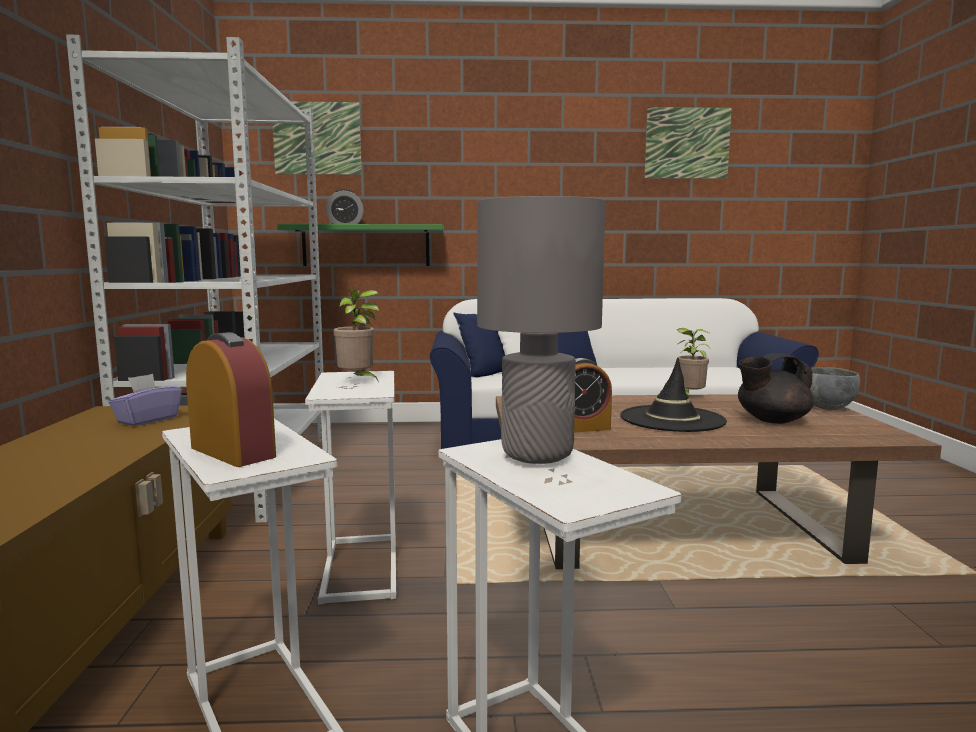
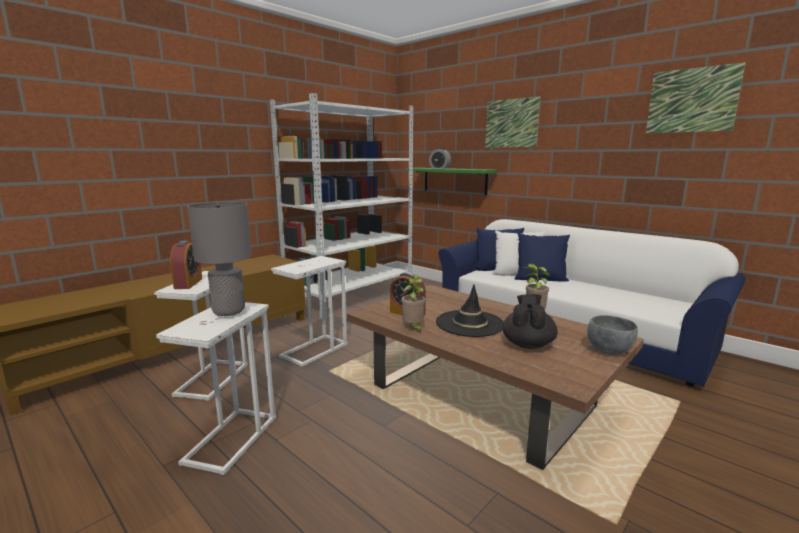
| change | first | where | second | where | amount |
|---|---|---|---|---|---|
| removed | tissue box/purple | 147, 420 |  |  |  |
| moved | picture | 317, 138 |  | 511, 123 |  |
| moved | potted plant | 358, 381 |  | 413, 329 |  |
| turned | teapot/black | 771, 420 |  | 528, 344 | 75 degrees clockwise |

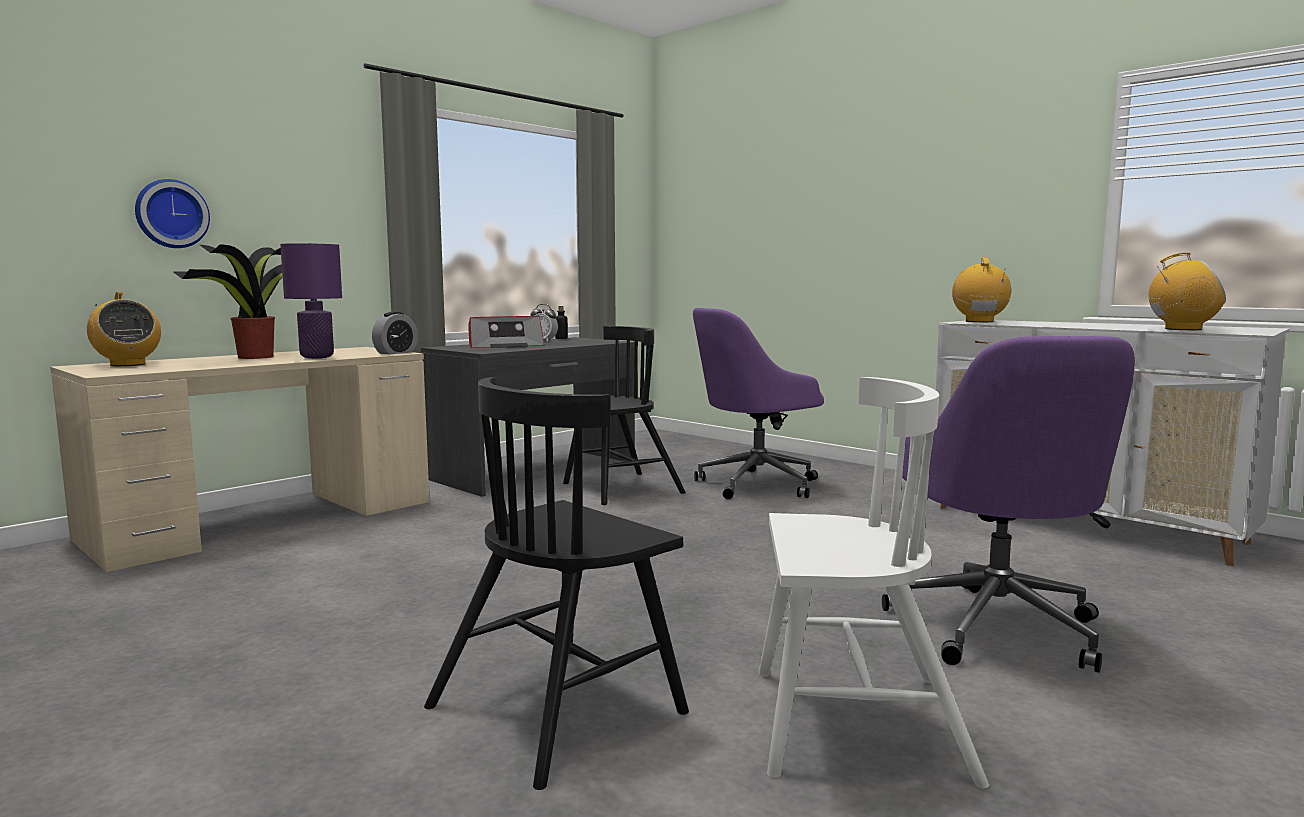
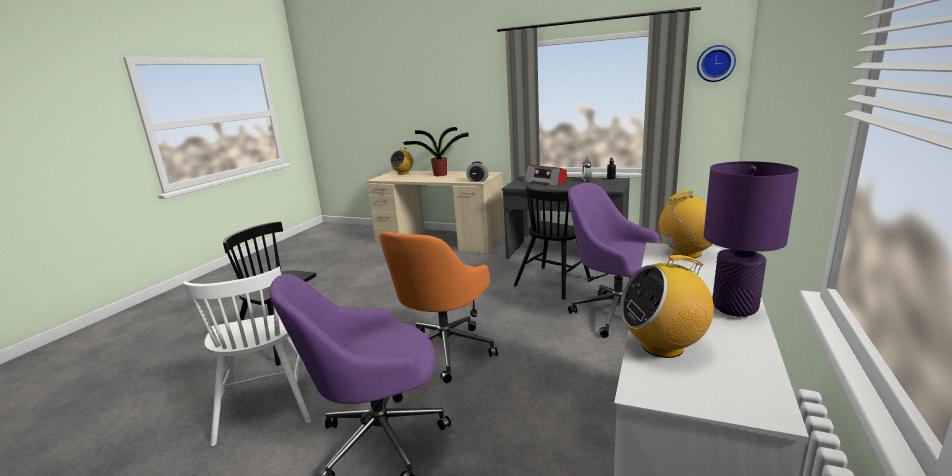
| change | first | where | second | where | amount |
|---|---|---|---|---|---|
| added |  |  | office chair/orange | 446, 352 |  |
| moved | wall clock | 171, 214 |  | 715, 63 |  |
| moved | table lamp/purple | 317, 358 |  | 735, 310 |  |
| turned | chair/black | 616, 489 |  | 554, 280 | 90 degrees clockwise |
| turned | radio | 1182, 329 |  | 663, 346 | 90 degrees clockwise |

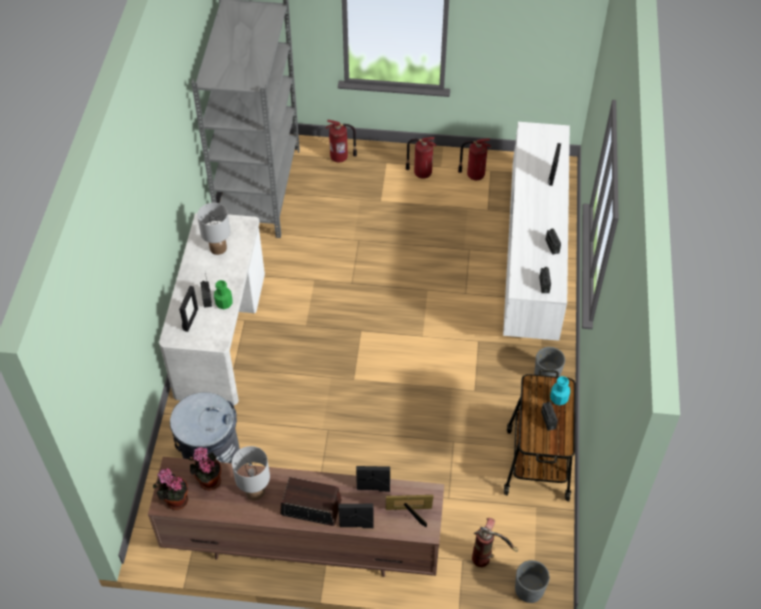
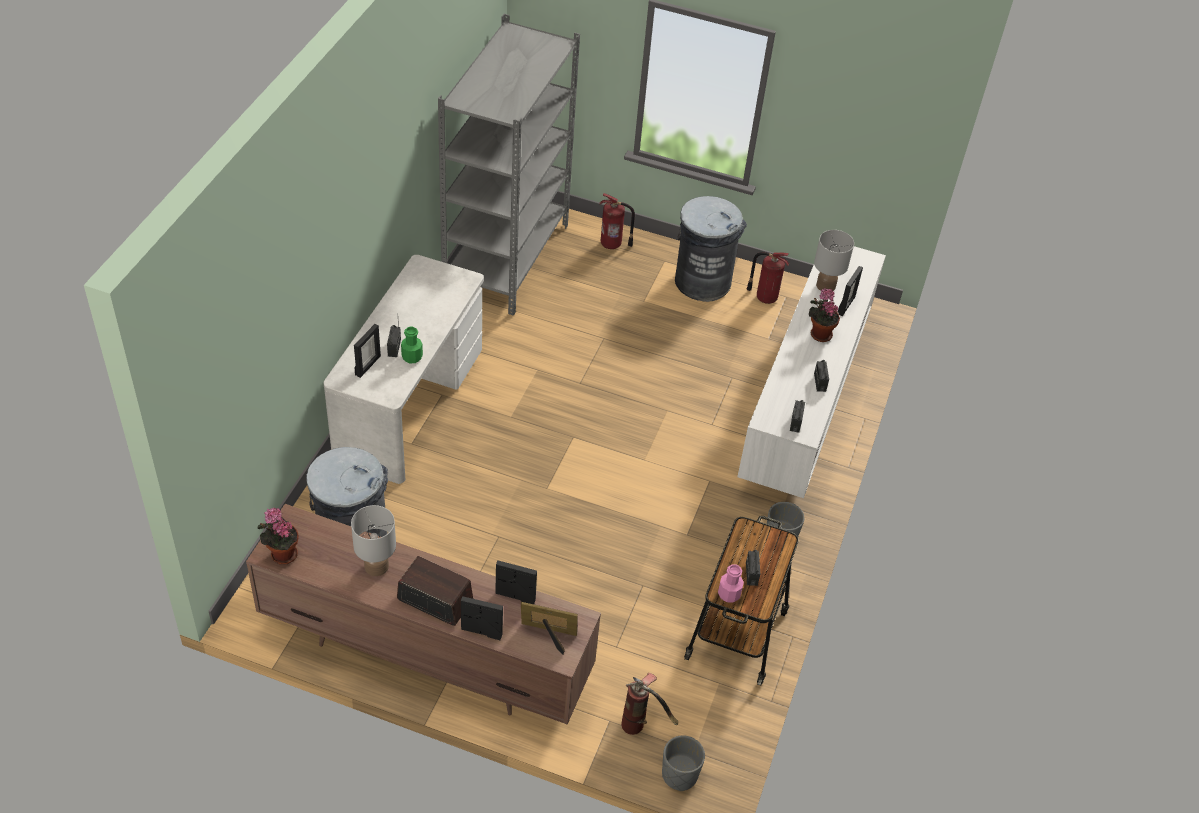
| change | first | where | second | where | amount |
|---|---|---|---|---|---|
| removed | bottle/turquoise | 559, 398 |  |  |  |
| added |  |  | bottle/pink | 729, 594 |  |
| moved | potted plant | 208, 480 |  | 819, 333 |  |
| moved | table lamp/grey | 218, 248 |  | 825, 285 |  |
| replaced | fire extinguisher | 421, 173 | trash can/grey | 702, 281 |  |

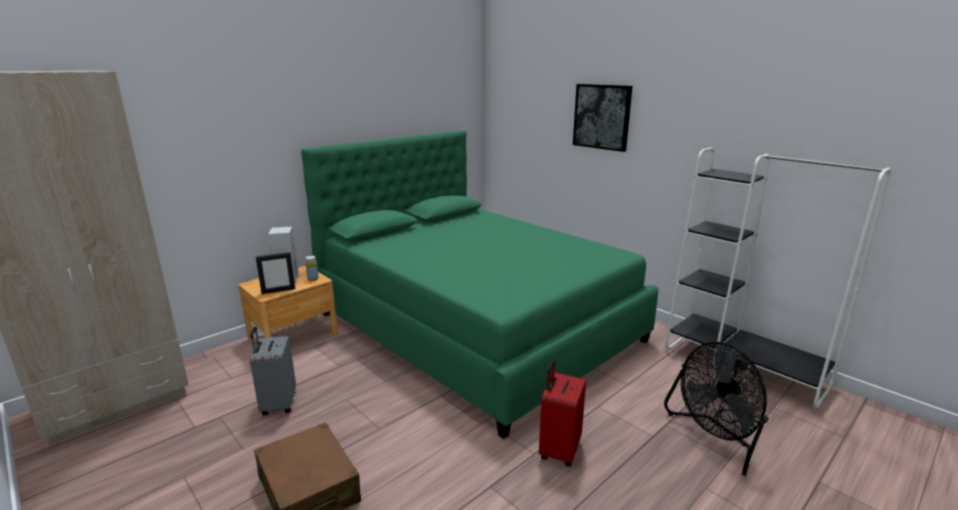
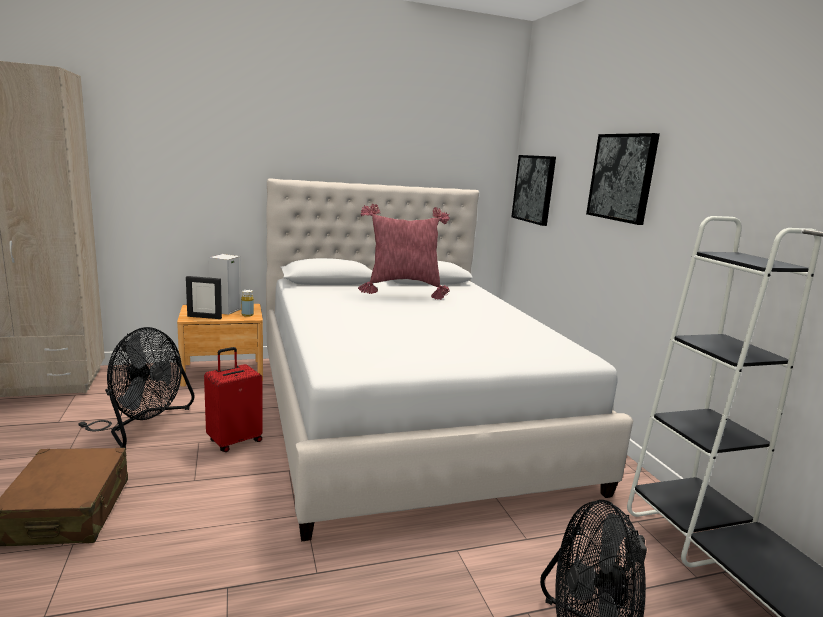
| change | first | where | second | where | amount |
|---|---|---|---|---|---|
| added |  |  | pillow/red | 402, 295 |  |
| added |  |  | picture | 534, 189 |  |
| moved | suitcase/red | 558, 450 |  | 234, 441 |  |
| replaced | suitcase/grey | 278, 404 | fan/black | 139, 426 |  |
| recoloured | bed/green | 477, 326 | bed/white | 406, 414 |  |

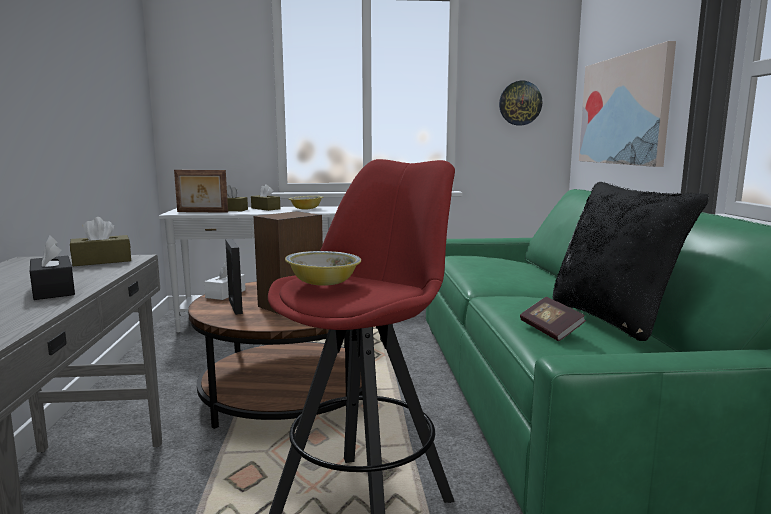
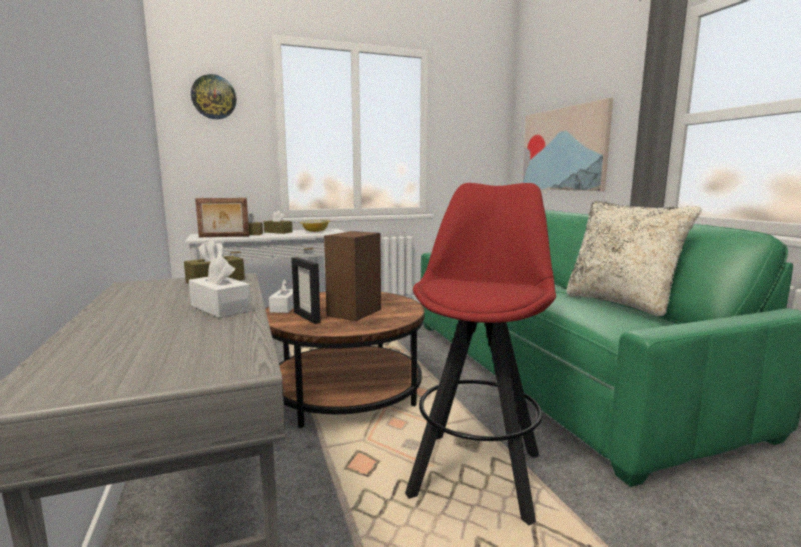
| change | first | where | second | where | amount |
|---|---|---|---|---|---|
| removed | bowl | 324, 283 |  |  |  |
| removed | book | 550, 330 |  |  |  |
| moved | wall clock | 520, 103 |  | 214, 97 |  |
| recoloured | tissue box/black | 53, 290 | tissue box/white | 220, 308 |  |
| recoloured | pillow/black | 611, 322 | pillow/beige | 620, 305 |  |

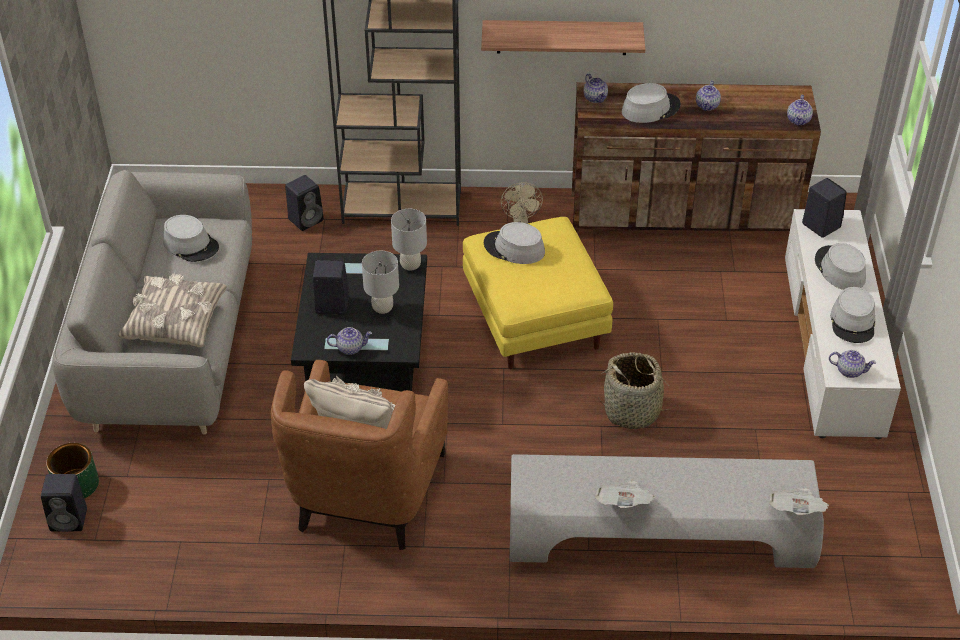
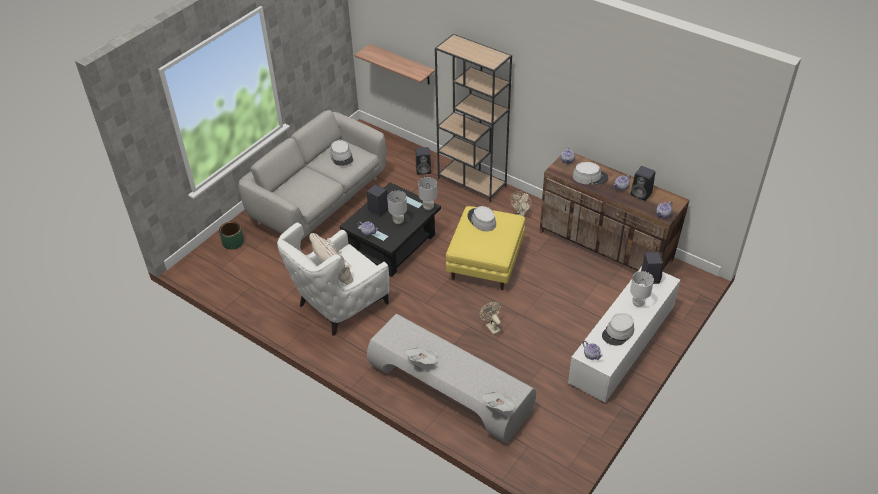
| change | first | where | second | where | amount |
|---|---|---|---|---|---|
| removed | pillow/beige | 176, 324 |  |  |  |
| moved | speaker/black | 70, 519 |  | 642, 194 |  |
| moved | shelf | 562, 37 |  | 402, 65 |  |
| replaced | basket | 632, 411 | fan/beige | 491, 327 |  |
| replaced | hat/grey | 839, 269 | table lamp/white | 637, 304 |  |
| recoloured | armchair/brown | 365, 497 | armchair/white | 338, 305 |  |

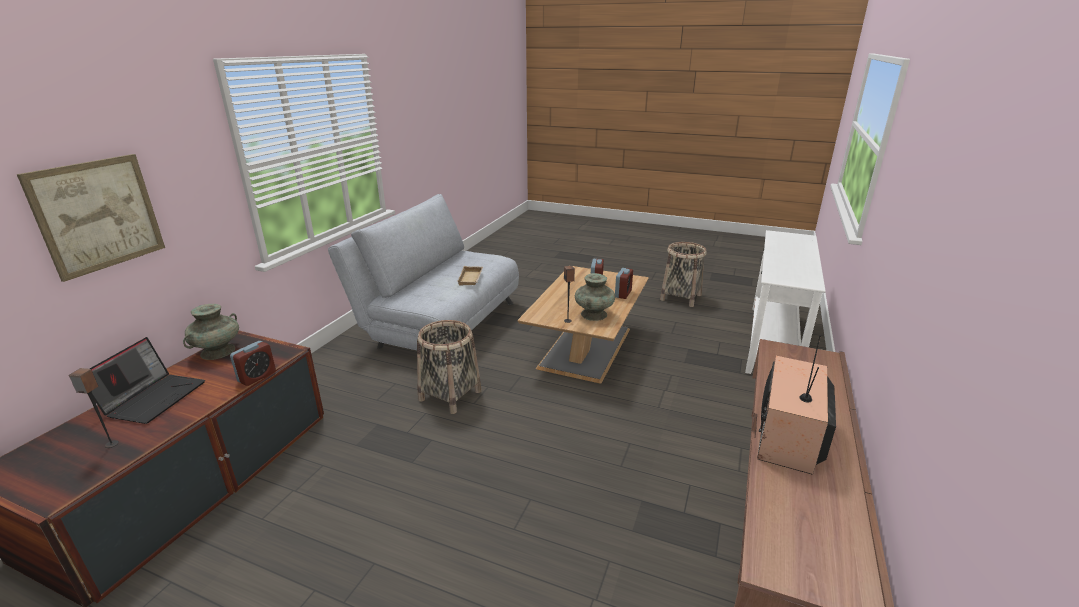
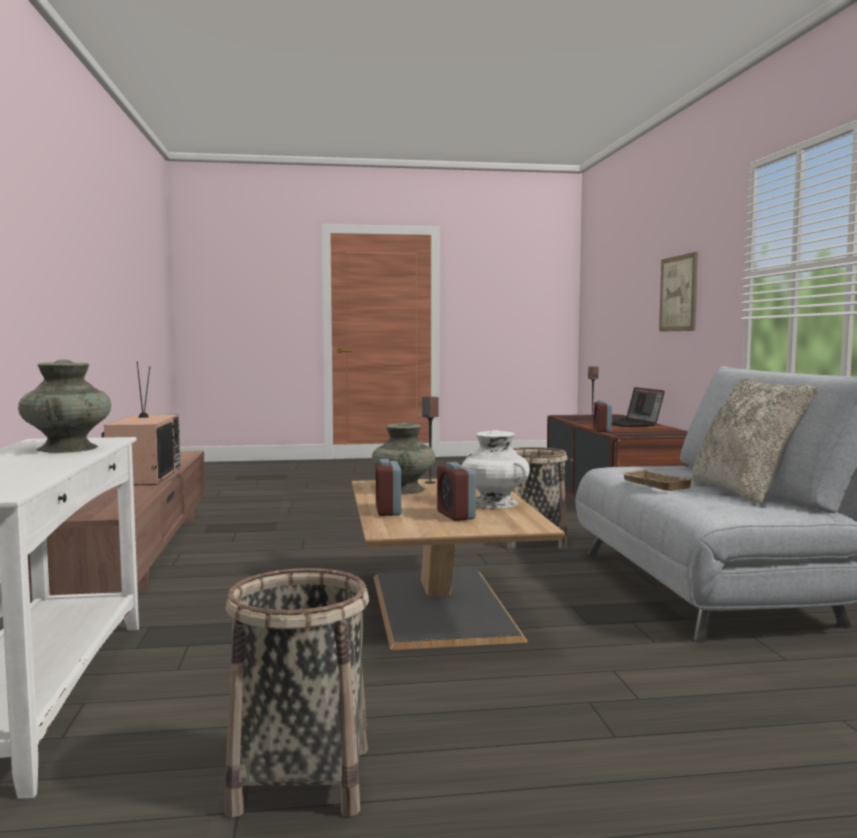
| change | first | where | second | where | amount |
|---|---|---|---|---|---|
| added |  |  | vase/white | 495, 503 |  |
| added |  |  | pillow/beige | 746, 490 |  |
| moved | vase/turquoise | 217, 351 |  | 68, 448 |  |

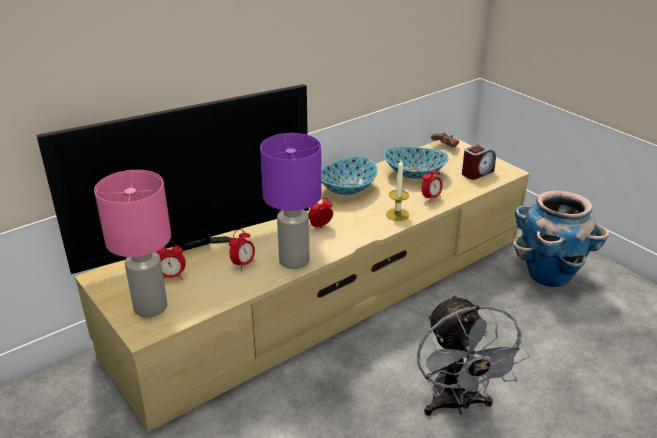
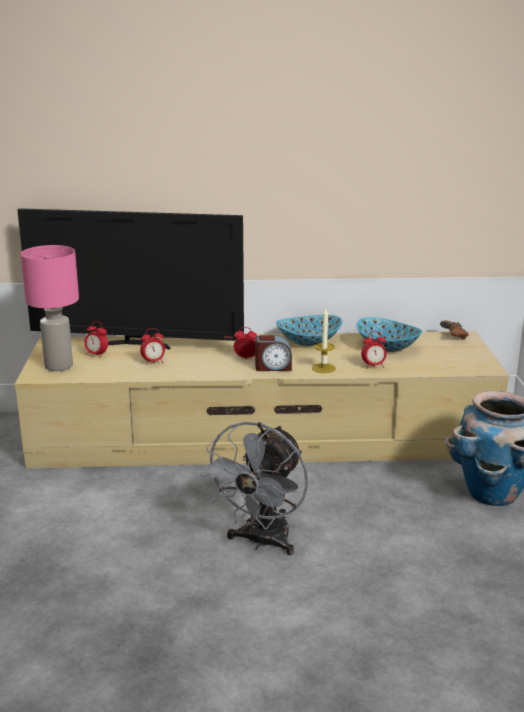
| change | first | where | second | where | amount |
|---|---|---|---|---|---|
| removed | table lamp/purple | 293, 260 |  |  |  |
| moved | alarm clock | 477, 172 |  | 273, 367 |  |

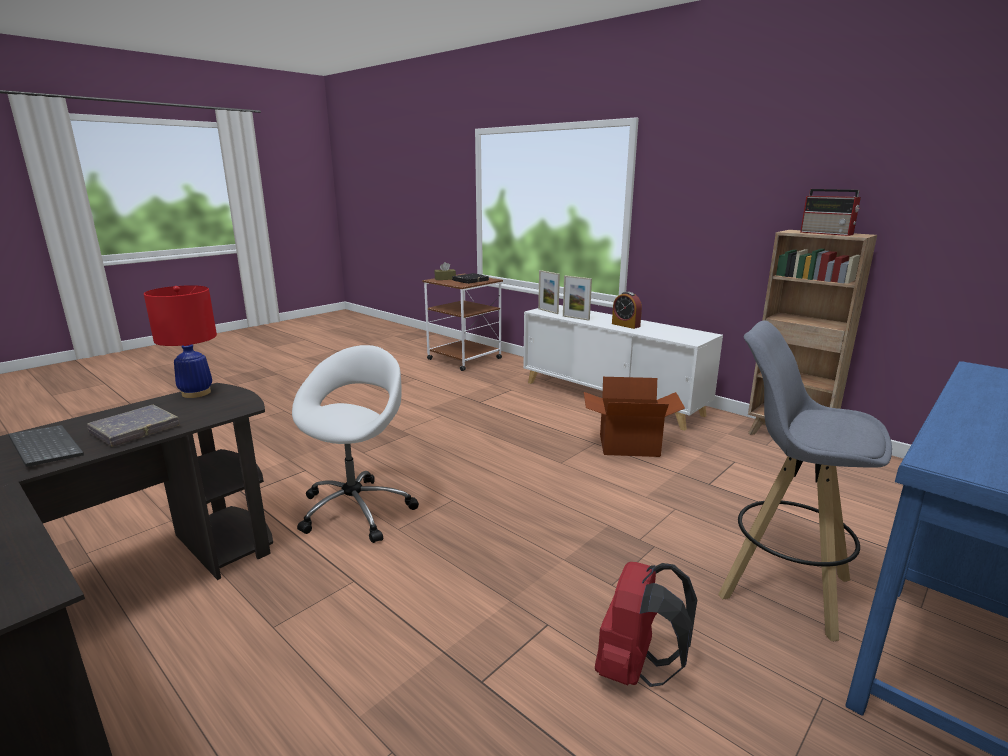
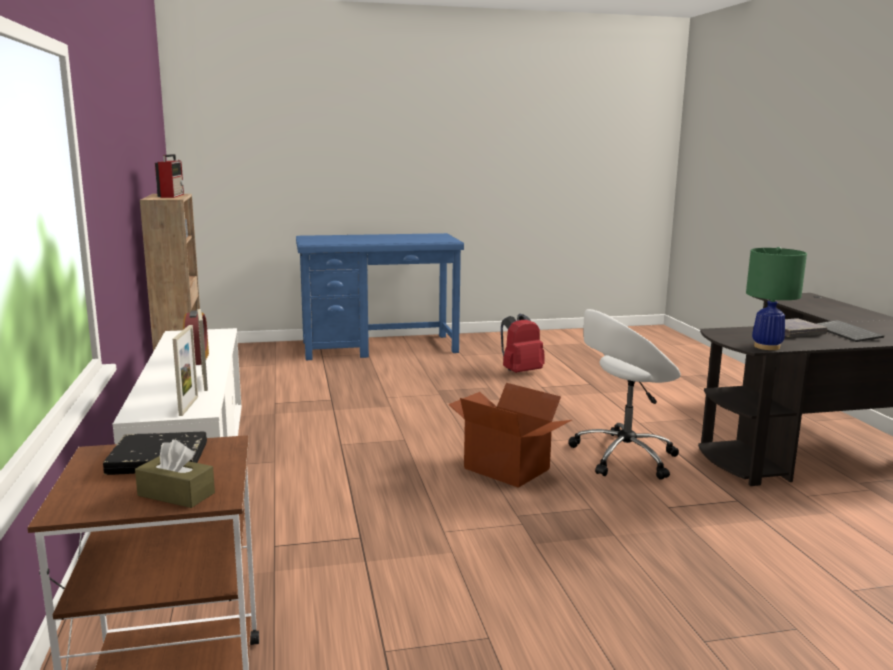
| change | first | where | second | where | amount |
|---|---|---|---|---|---|
| removed | stool/grey | 780, 585 |  |  |  |
| moved | cardboard box | 629, 446 |  | 507, 468 |  |
| recoloured | table lamp/red | 196, 393 | table lamp/green | 766, 347 |  |

